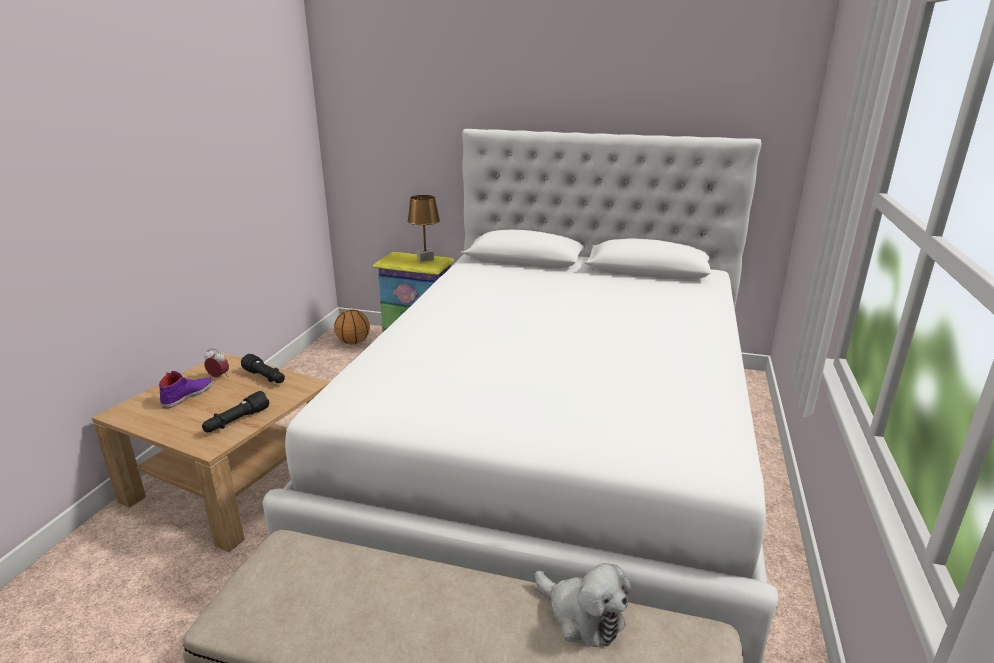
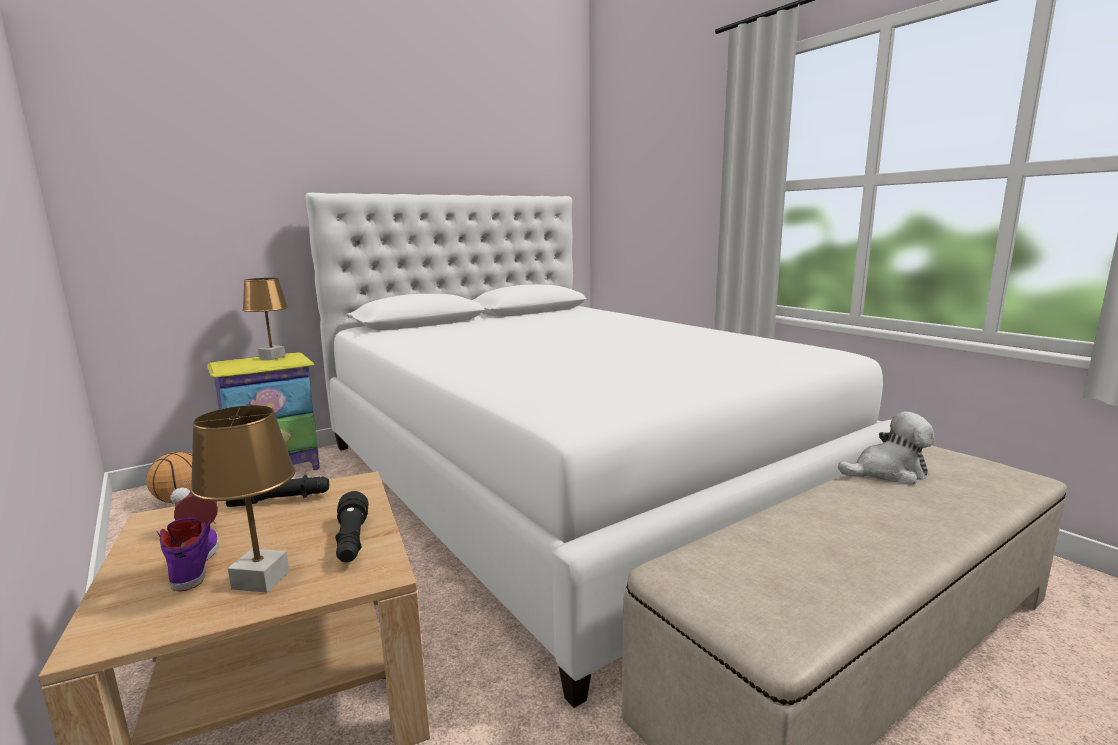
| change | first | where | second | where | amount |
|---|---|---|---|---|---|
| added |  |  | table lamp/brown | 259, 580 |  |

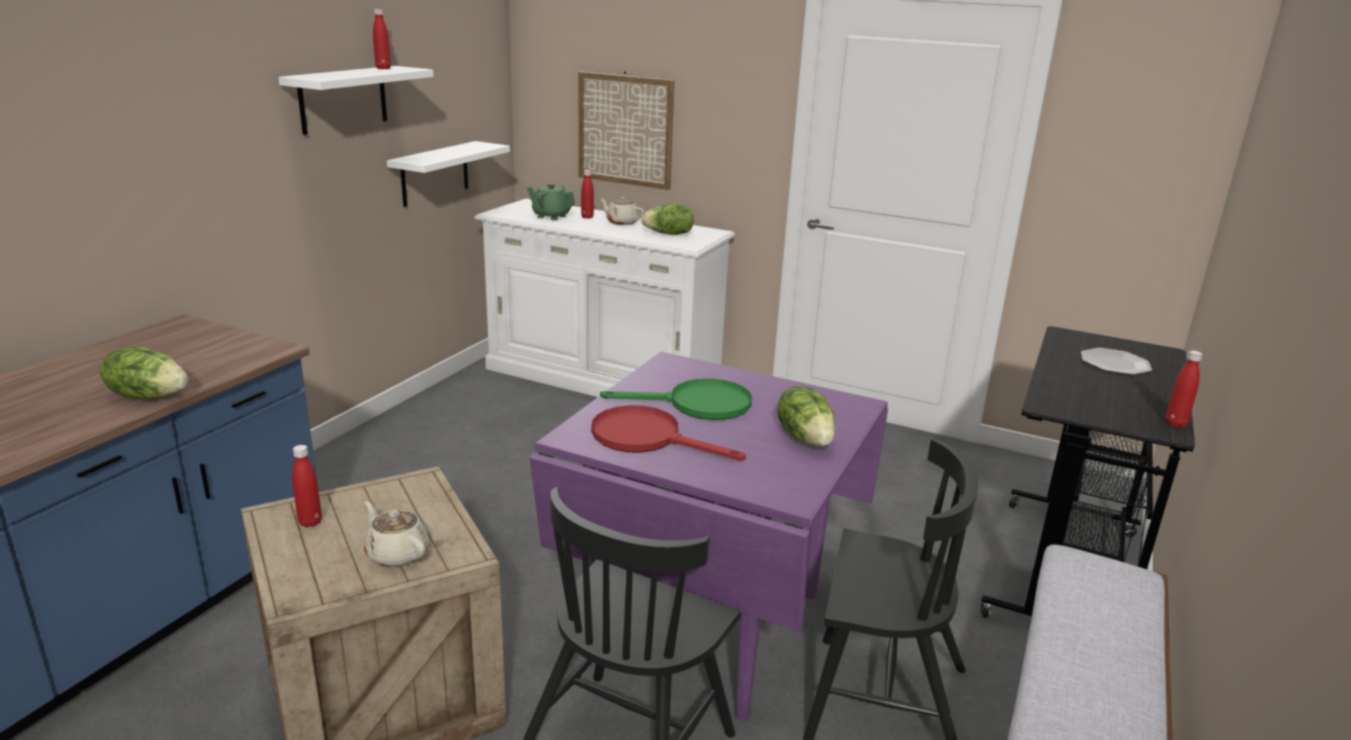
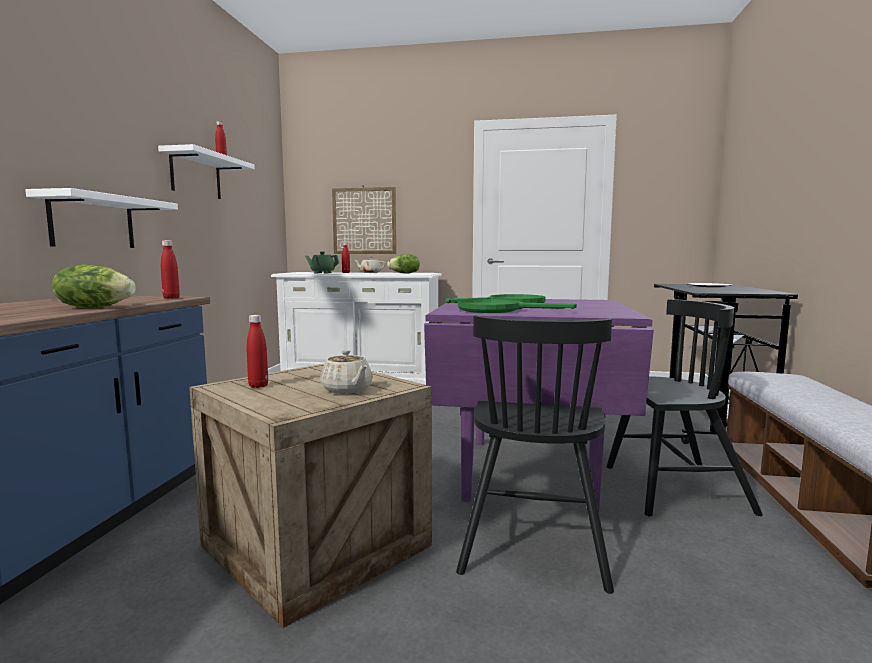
| change | first | where | second | where | amount |
|---|---|---|---|---|---|
| removed | lettuce | 806, 438 |  |  |  |
| moved | shelf/white | 435, 173 |  | 93, 222 |  |
| moved | bottle/red | 1175, 424 |  | 171, 298 |  |
| recoloured | frying pan/red | 647, 438 | frying pan/green | 498, 310 |  |
| turned | teapot/beige | 397, 553 |  | 347, 390 | 150 degrees counterclockwise |

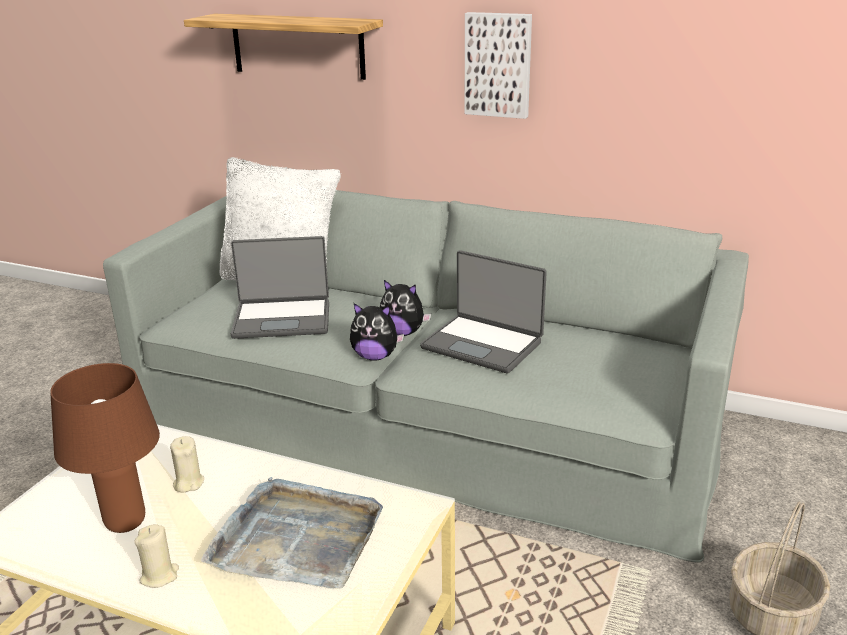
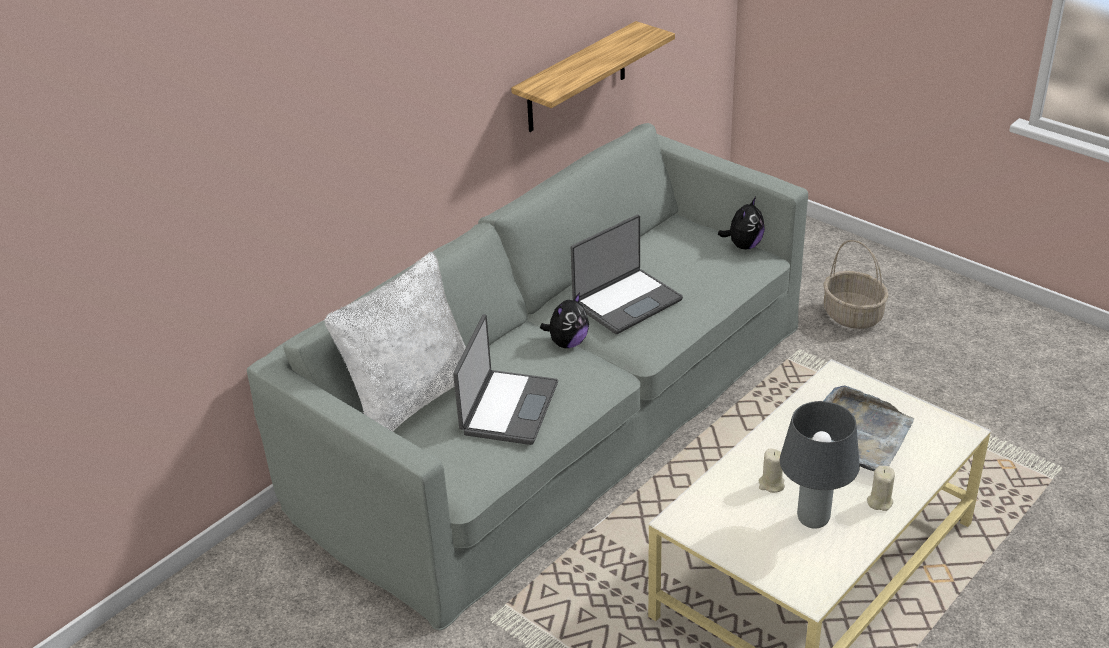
| change | first | where | second | where | amount |
|---|---|---|---|---|---|
| removed | picture | 498, 65 |  |  |  |
| moved | shelf | 297, 46 |  | 576, 78 |  |
| moved | plush toy | 375, 356 |  | 743, 245 |  |
| recoloured | table lamp/brown | 124, 523 | table lamp/grey | 813, 520 |  |

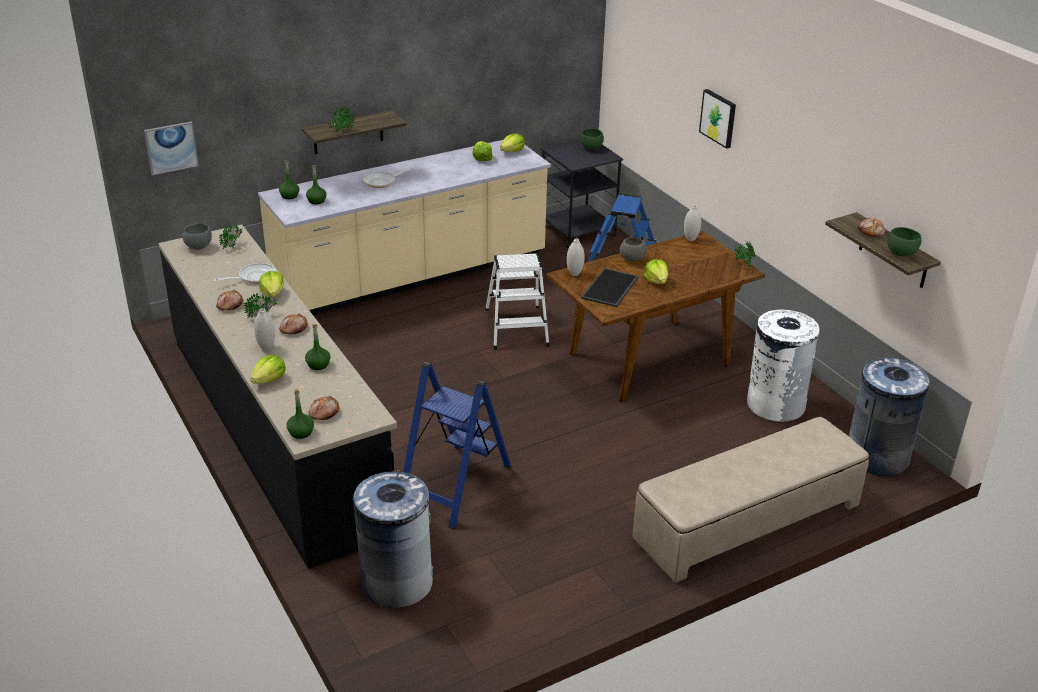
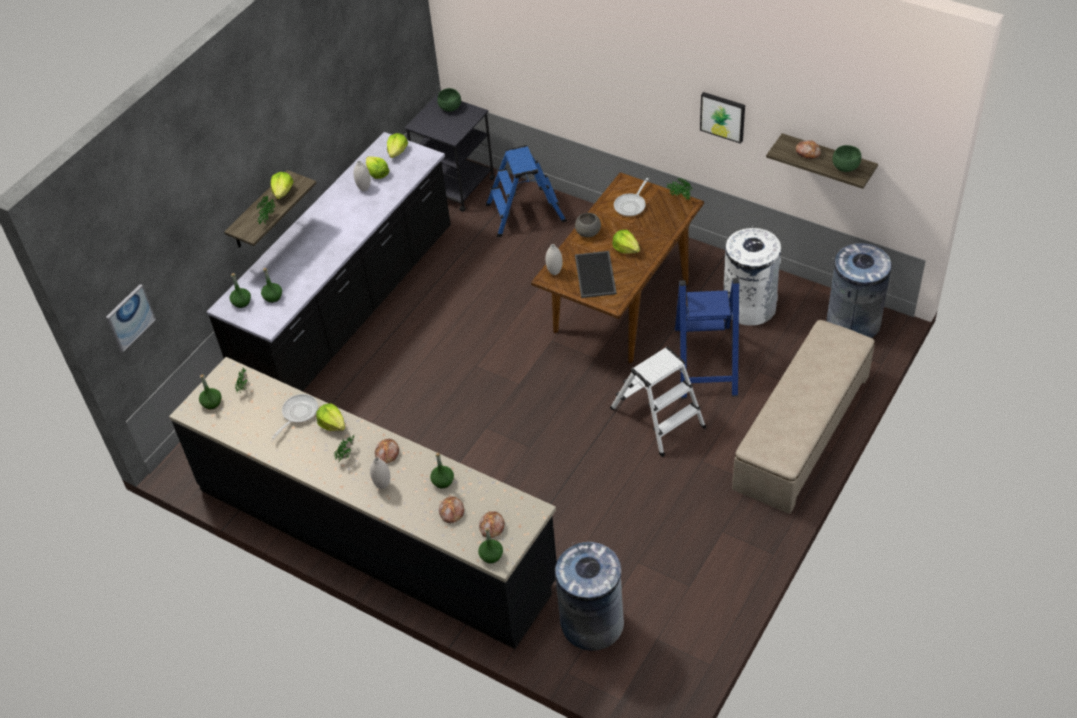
| change | first | where | second | where | amount |
|---|---|---|---|---|---|
| moved | bread | 229, 305 |  | 451, 512 |  |
| moved | lettuce | 269, 380 |  | 283, 192 |  |
| moved | frying pan | 382, 182 |  | 631, 205 |  |
| moved | step ladder/blue | 454, 486 |  | 705, 362 |  |
| moved | step ladder/white | 516, 327 |  | 657, 417 |  |
| moved | vase/white | 690, 239 |  | 364, 188 |  |
| moved | picture | 718, 118 |  | 723, 116 |  |
| replaced | bowl/grey | 198, 247 | bottle/green | 211, 403 |  |
| recoloured | counter/beige | 412, 276 | counter/black | 350, 309 |  |

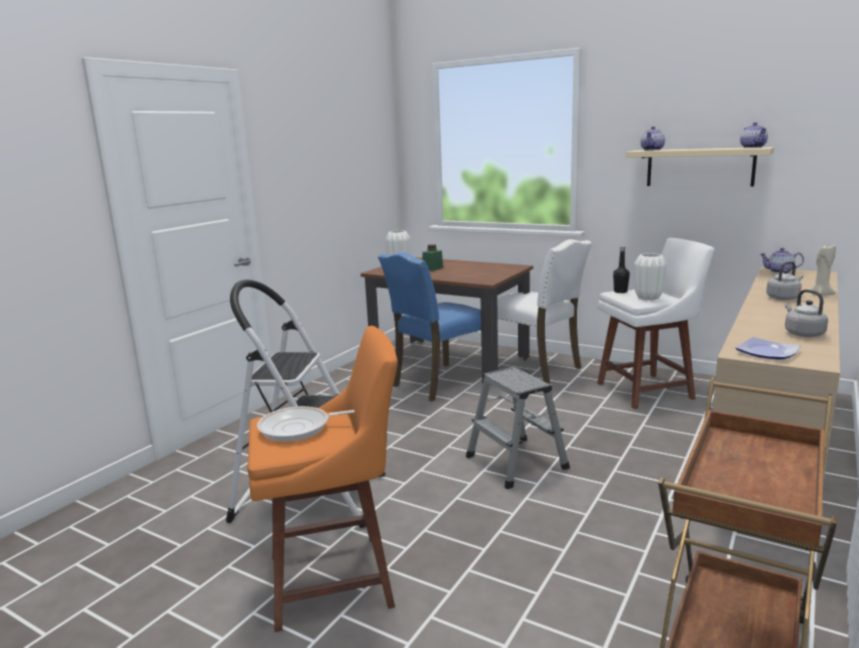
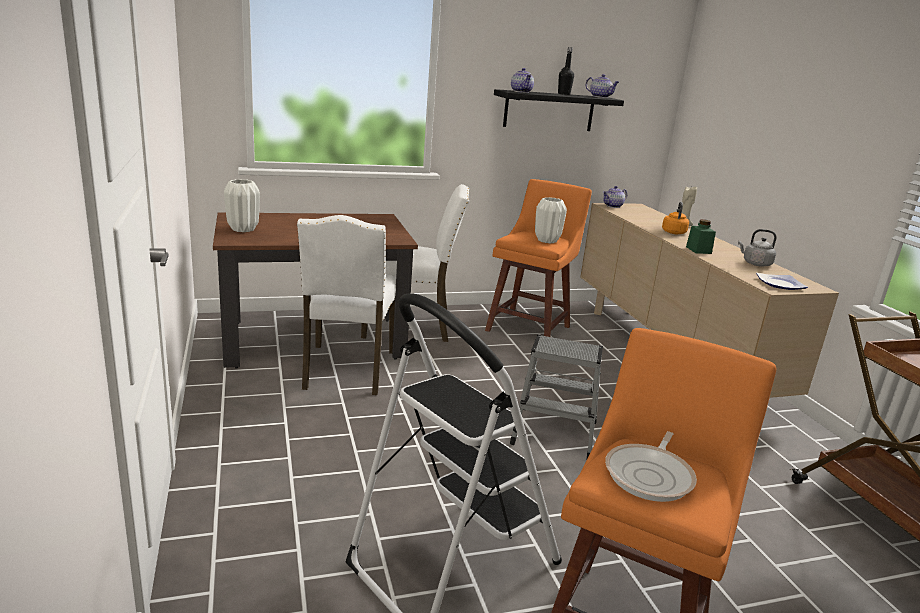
| change | first | where | second | where | amount |
|---|---|---|---|---|---|
| moved | jar/green | 432, 268 |  | 698, 250 |  |
| moved | bottle/black | 620, 291 |  | 564, 94 |  |
| recoloured | chair/blue | 439, 383 | chair/white | 347, 370 |  |
| recoloured | stool/white | 648, 390 | stool/orange | 530, 327 |  |
| recoloured | shelf/beige | 699, 167 | shelf/black | 549, 111 |  |
| recoloured | kettle/grey | 783, 298 | kettle/orange | 673, 232 |  |

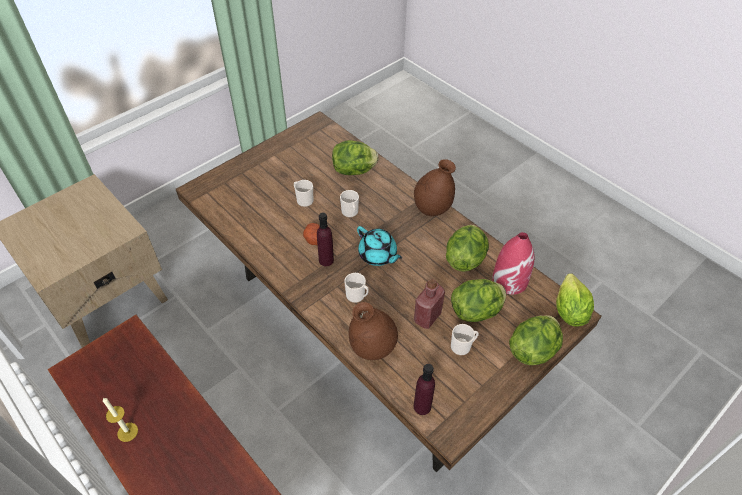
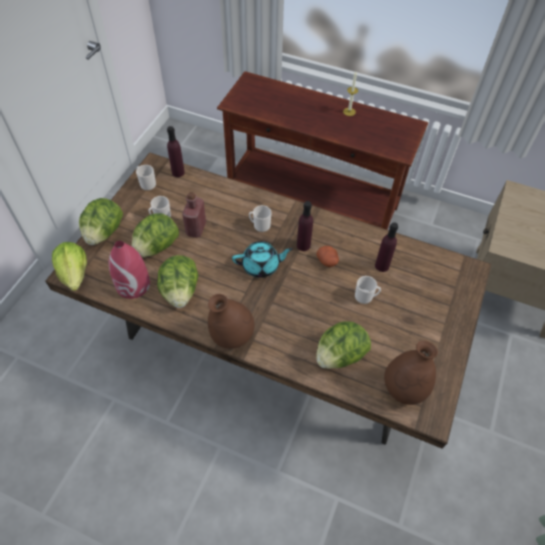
| change | first | where | second | where | amount |
|---|---|---|---|---|---|
| added |  |  | bottle/purple | 382, 266 |  |
| moved | mug | 350, 213 |  | 147, 184 |  |
| moved | vase/brown | 372, 348 |  | 404, 389 |  |
| turned | teapot/turquoise | 378, 255 |  | 261, 266 | 150 degrees clockwise |

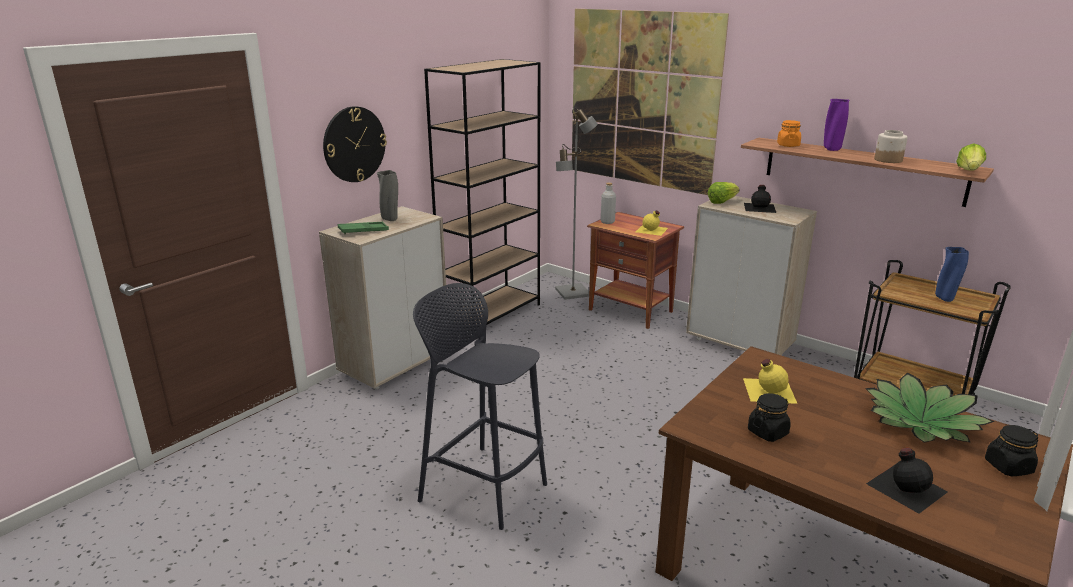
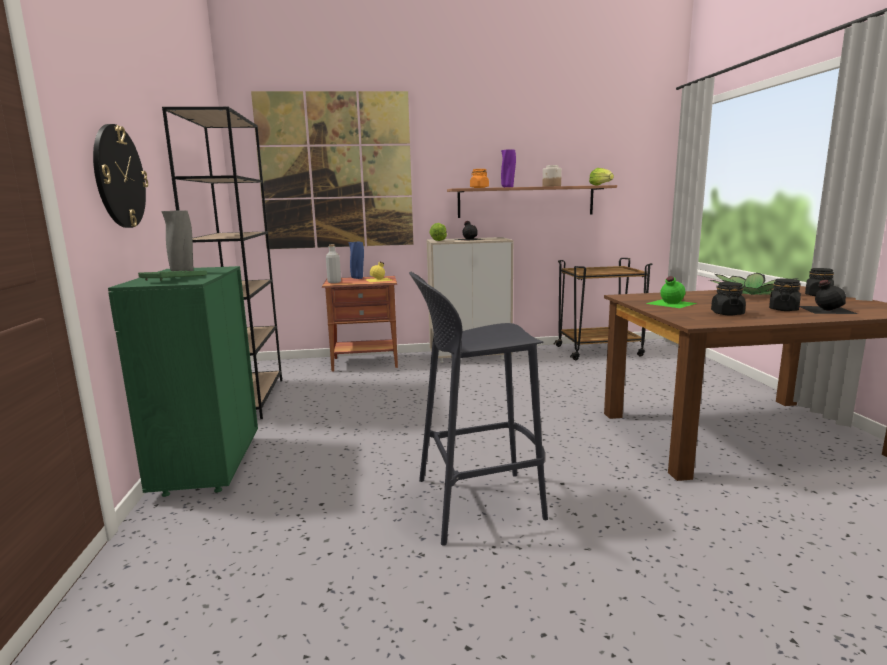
| change | first | where | second | where | amount |
|---|---|---|---|---|---|
| removed | floor lamp/grey | 572, 292 |  |  |  |
| added |  |  | jar/black | 783, 309 |  |
| moved | vase/blue | 945, 298 |  | 357, 278 |  |
| recoloured | cabinet/beige | 395, 365 | cabinet/green | 208, 465 |  |
| recoloured | bottle/yellow | 768, 390 | bottle/green | 670, 303 |  |

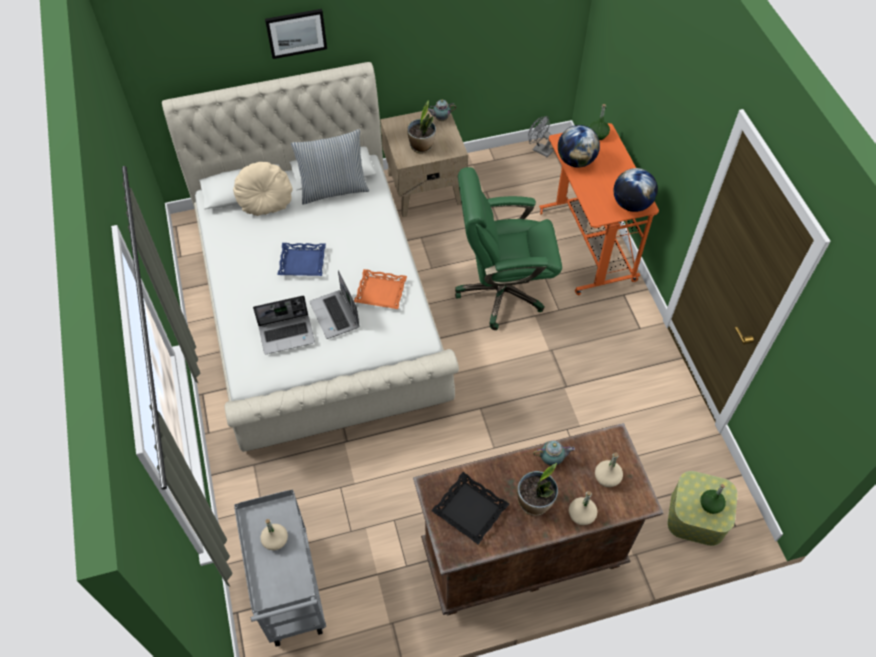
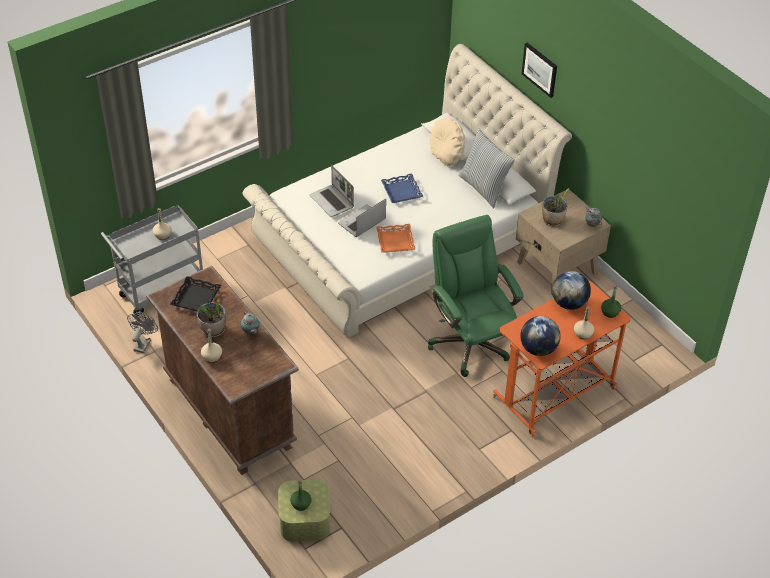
| change | first | where | second | where | amount |
|---|---|---|---|---|---|
| moved | fan/grey | 539, 149 |  | 143, 343 |  |
| moved | bottle/beige | 607, 477 |  | 583, 334 |  |

